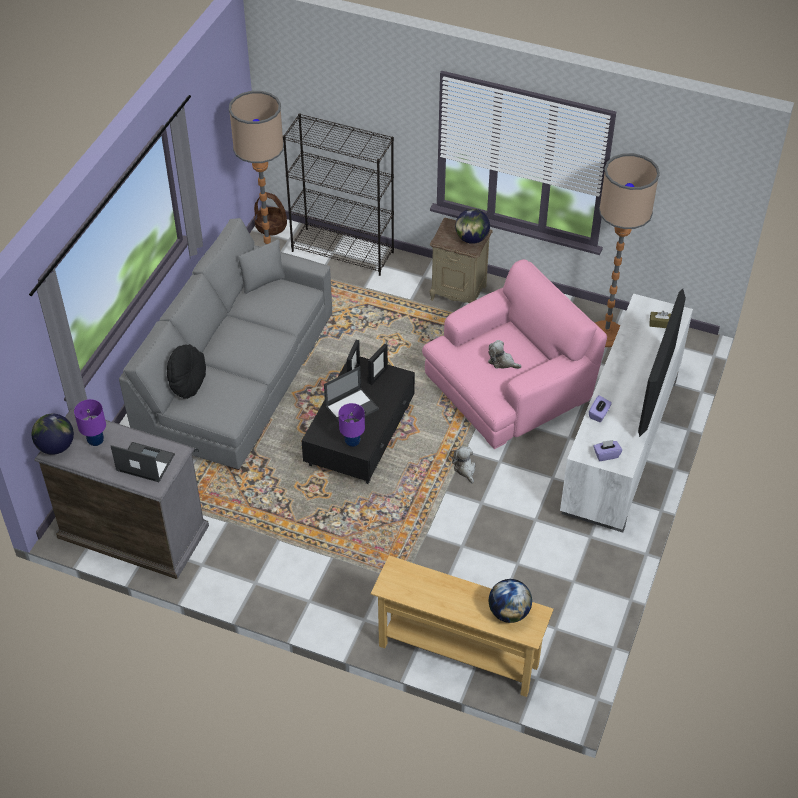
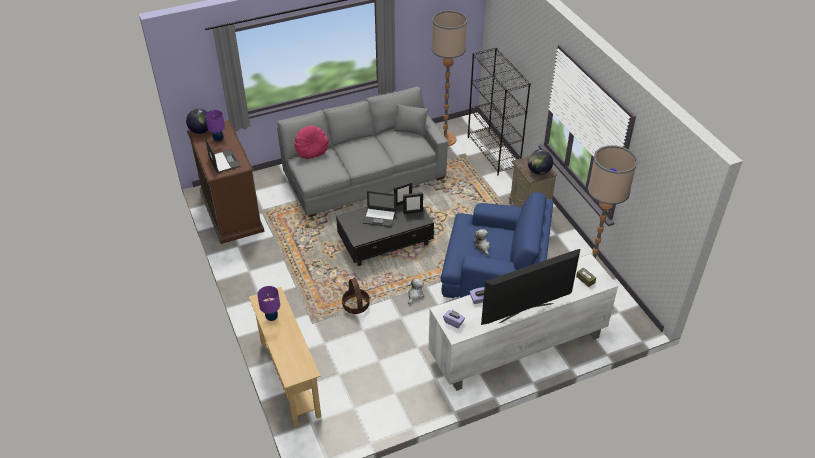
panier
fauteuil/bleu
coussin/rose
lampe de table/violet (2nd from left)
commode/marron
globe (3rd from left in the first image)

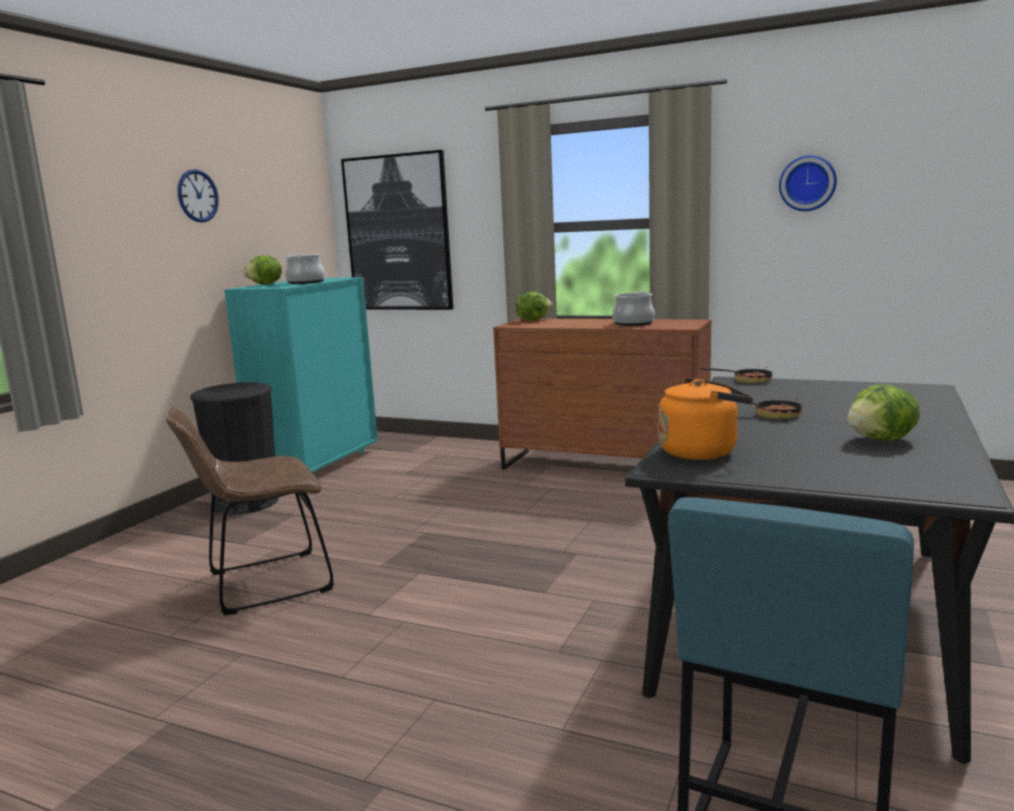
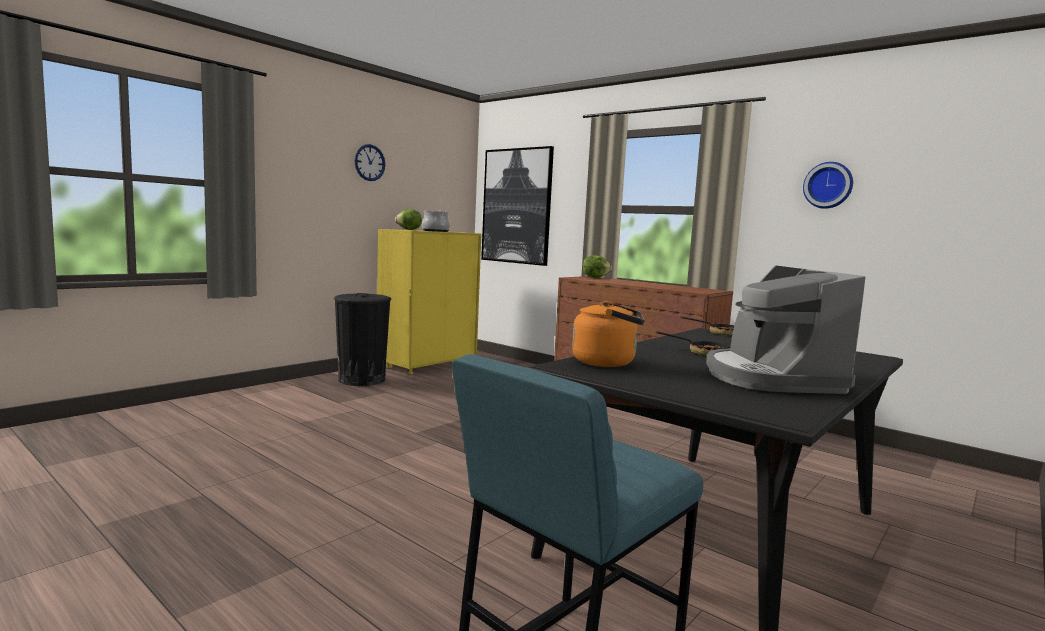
meuble de rangement/jaune
marmite (2nd from left in the first image)
machine à café
chaise/marron

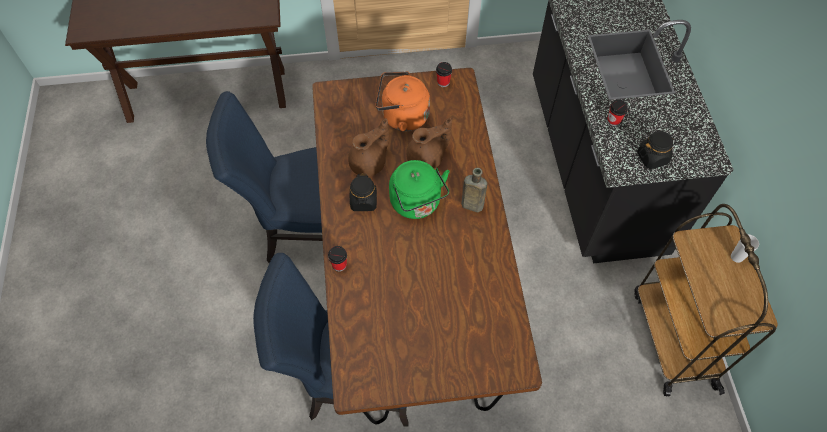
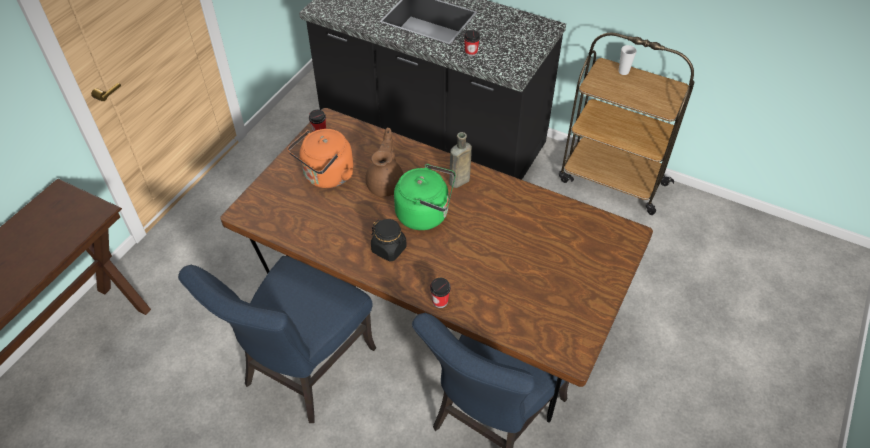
théière/marron (1st from left in the first image)
bocal/noir (2nd from left in the first image)

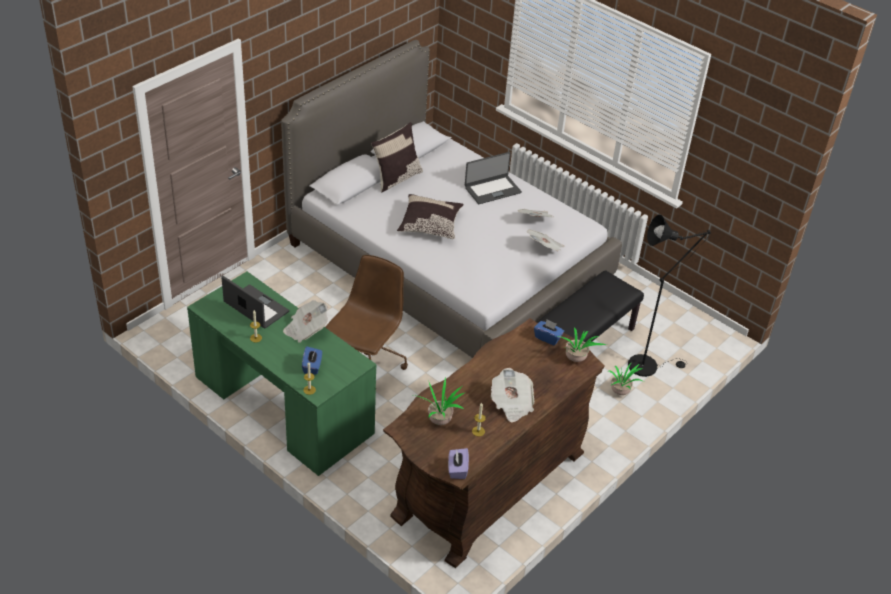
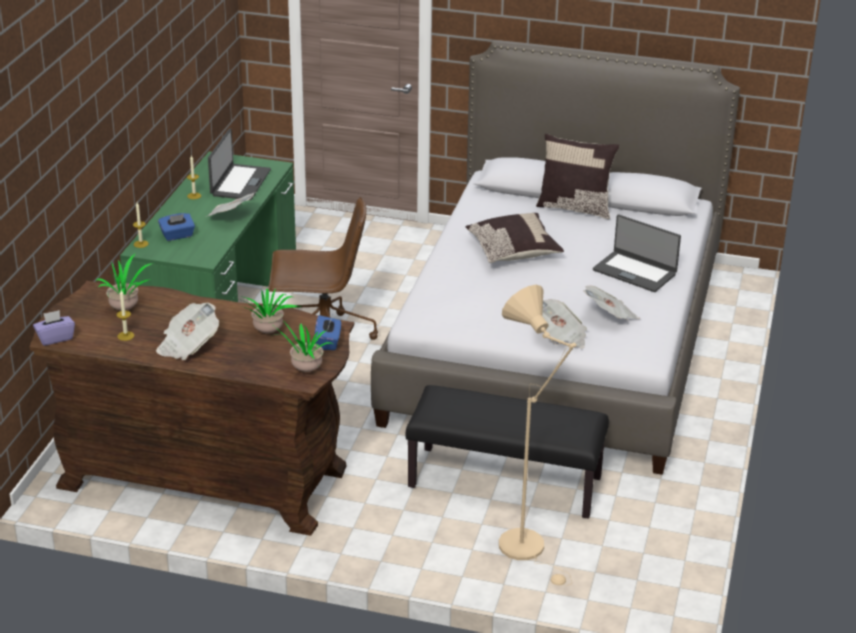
lampadaire/beige
plante en pot (2nd from left)

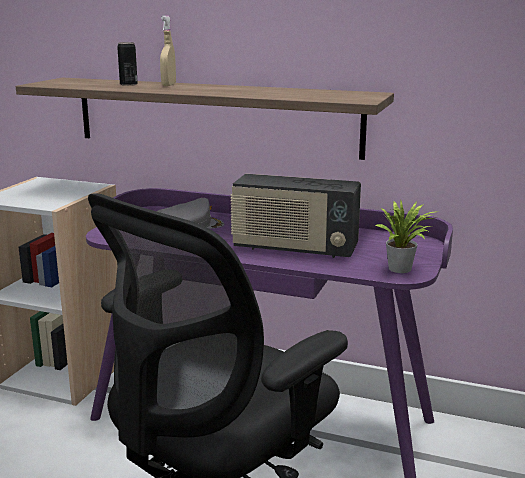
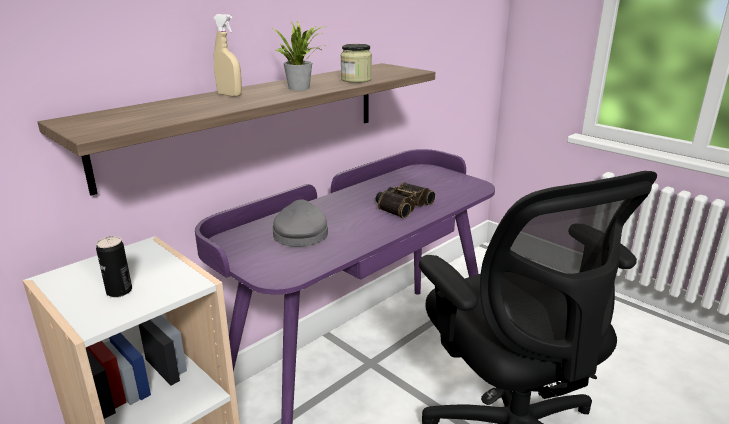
boîte métallique
jumelles
plante en pot
bocal

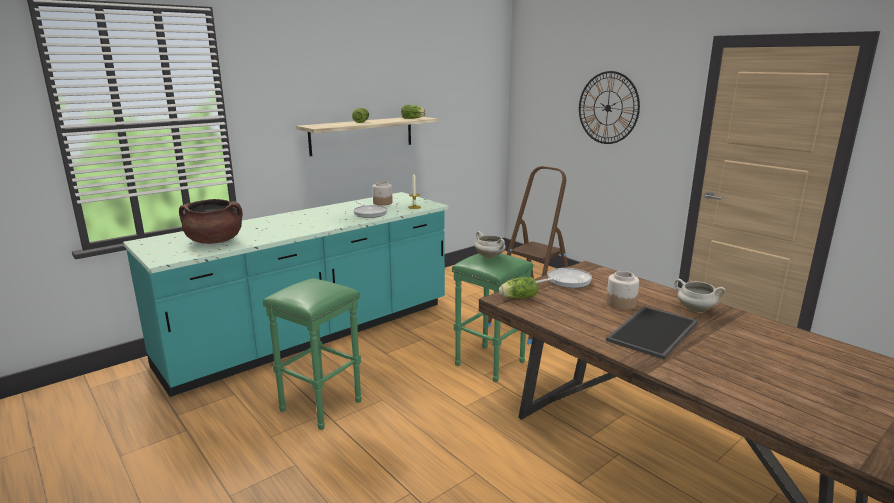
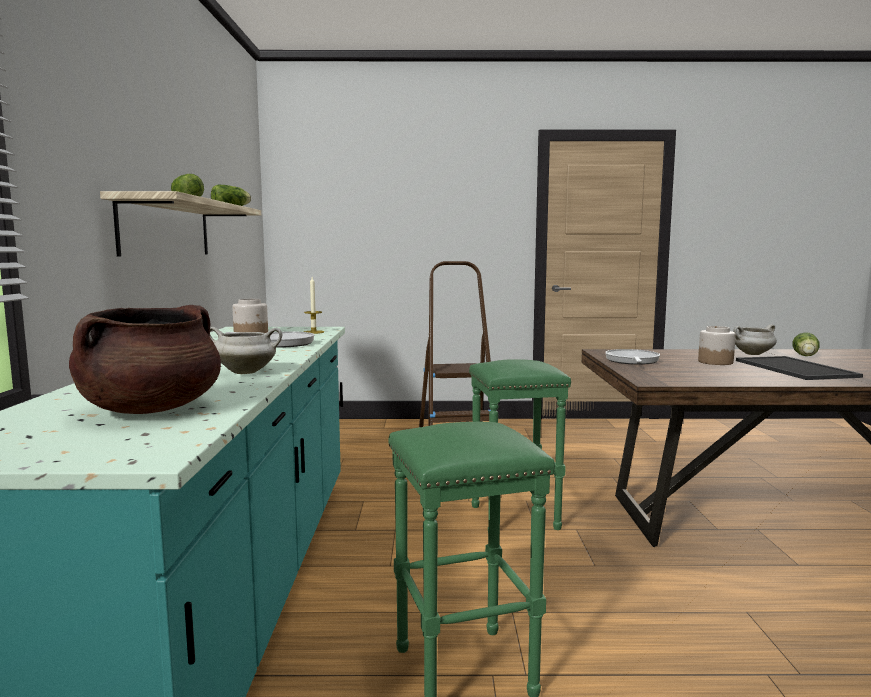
horloge murale
marmite/blanc (1st from left)
laitue (3rd from left)

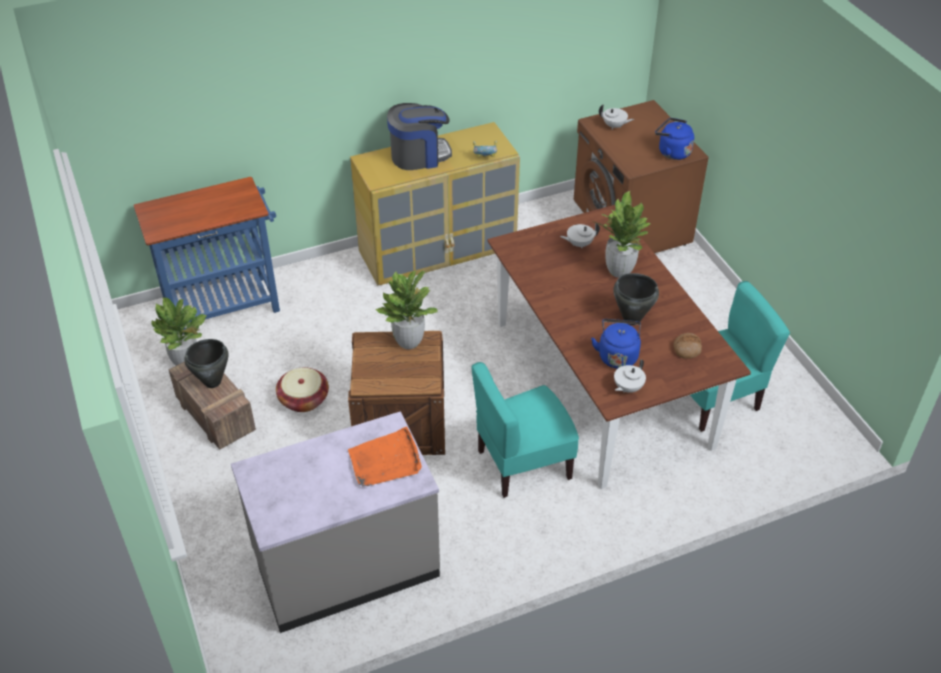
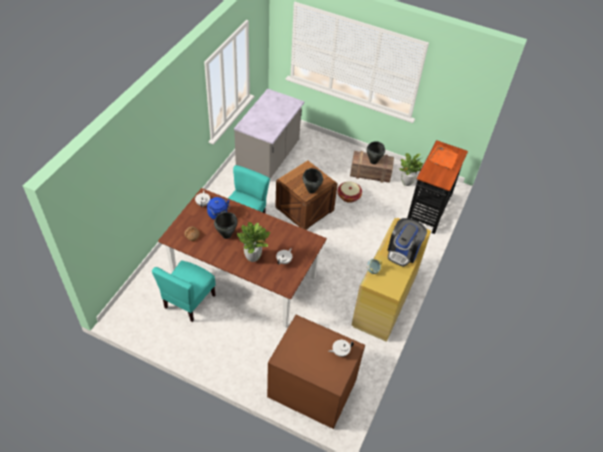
bouilloire/bleu (2nd from left in the first image)
chariot/noir
marmite/noir (2nd from left)
plateau/orange

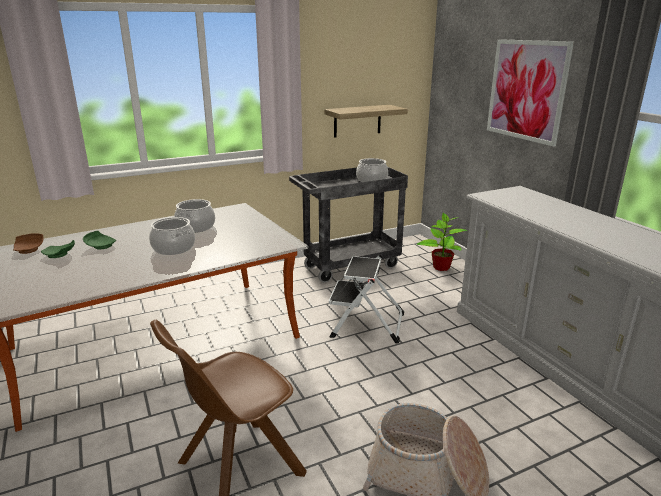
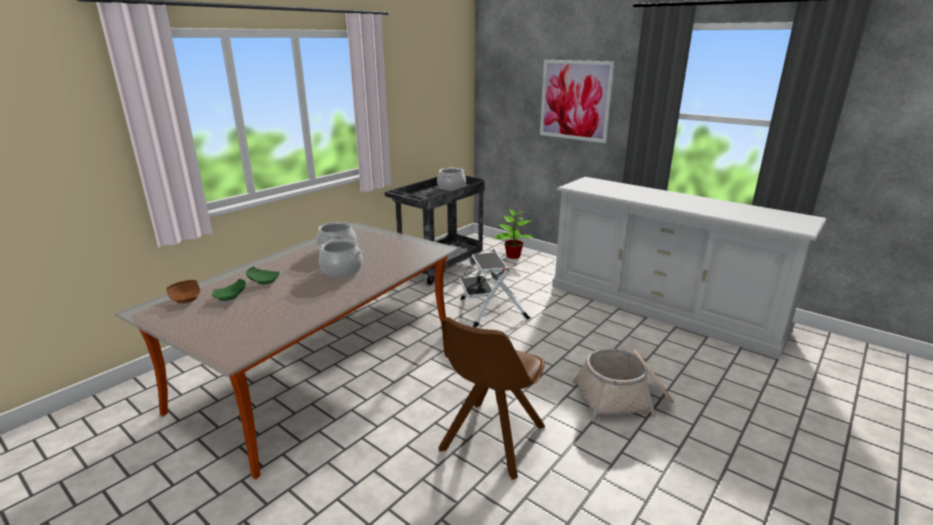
étagère

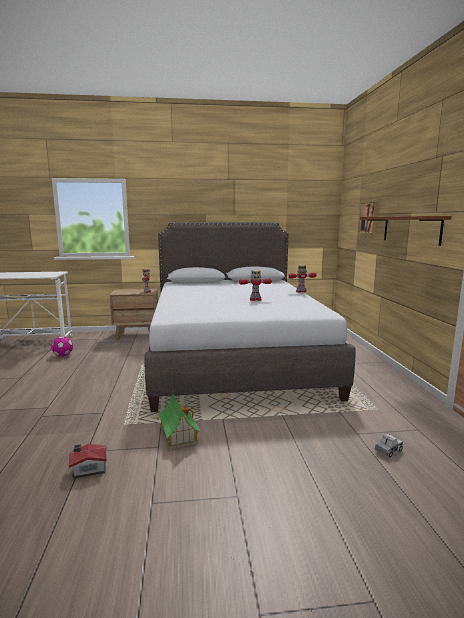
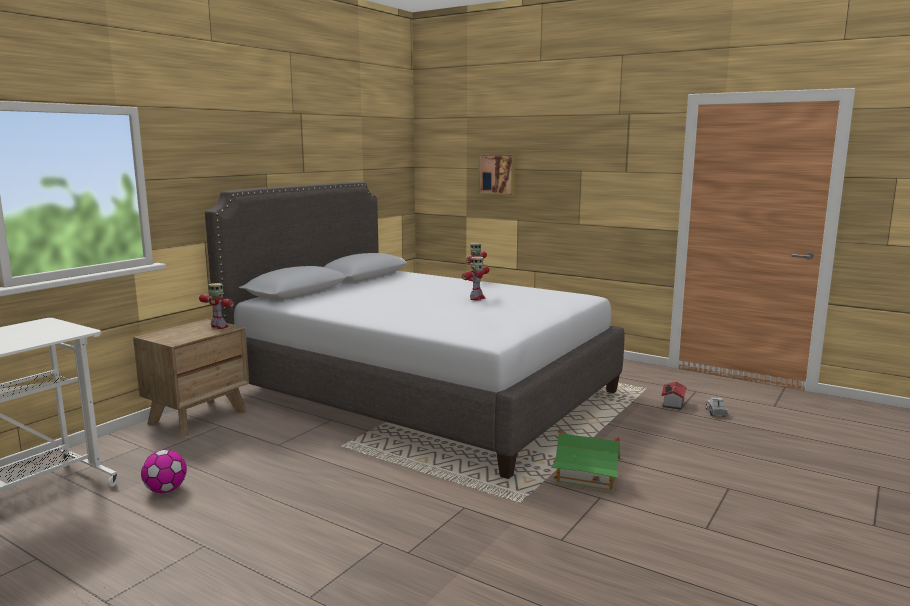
étagère/marron
maison miniature (2nd from left)

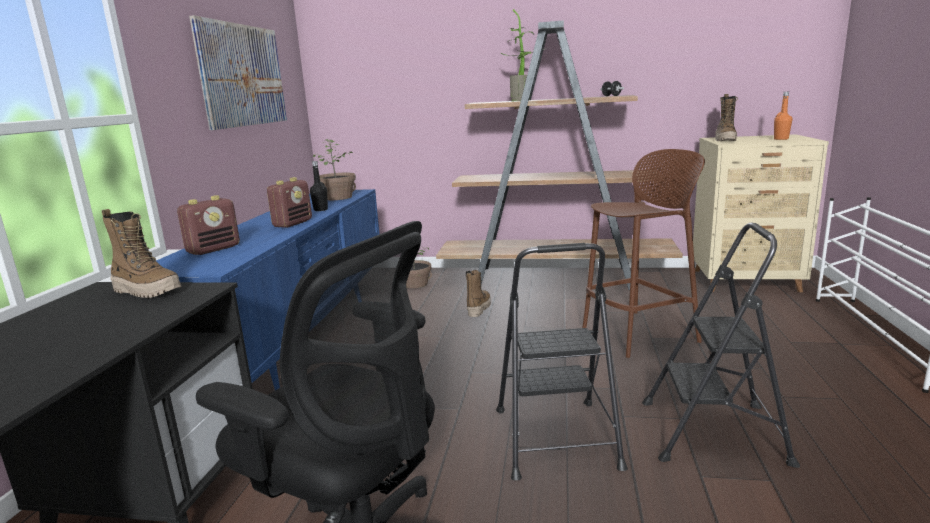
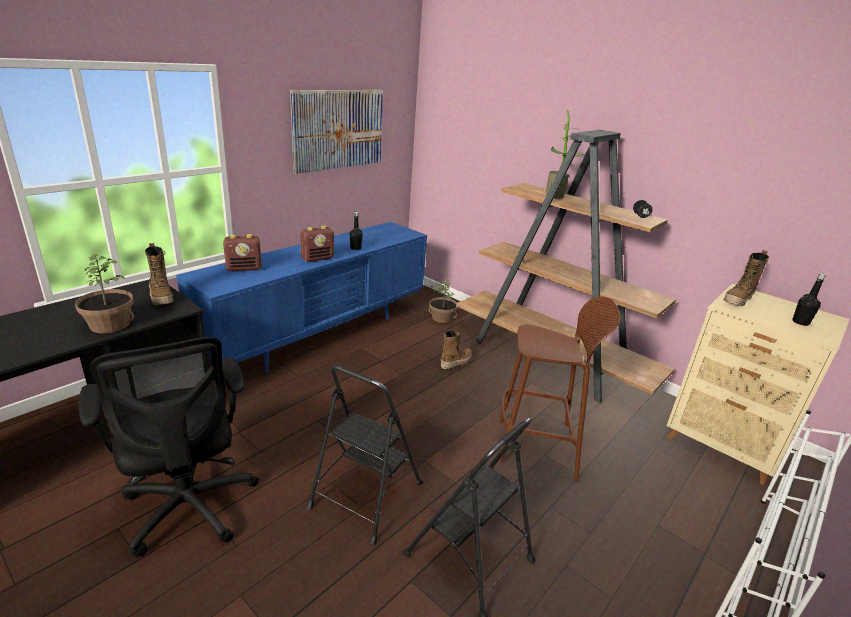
bouteille/noir (2nd from left)
plante en pot (1st from left)

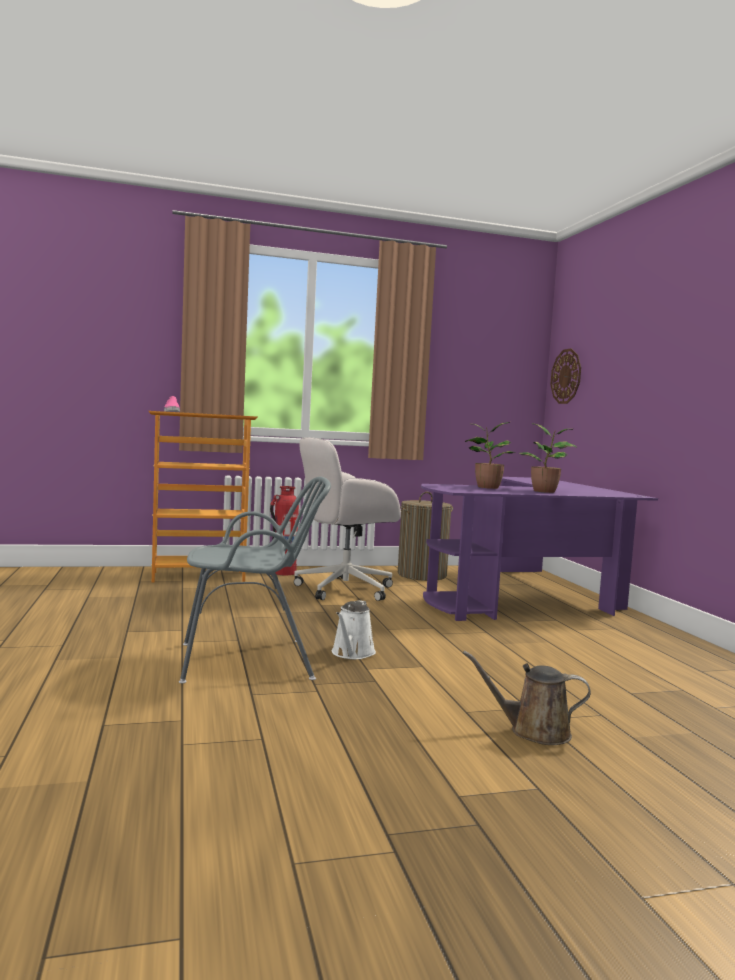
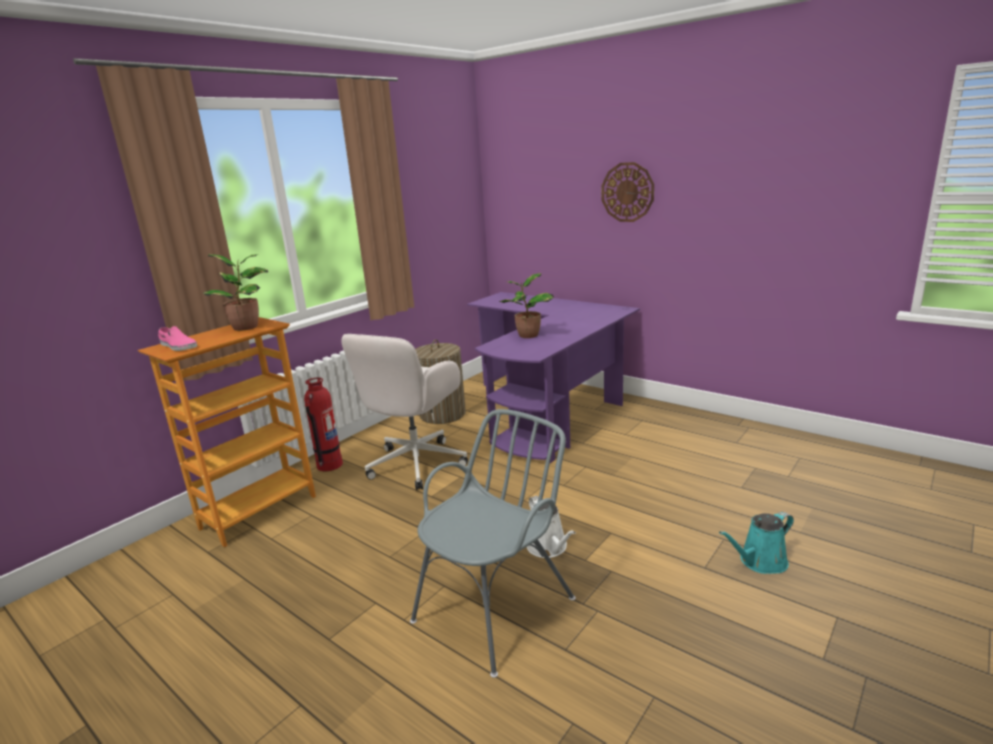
horloge murale
plante en pot (1st from left)
arrosoir/turquoise

